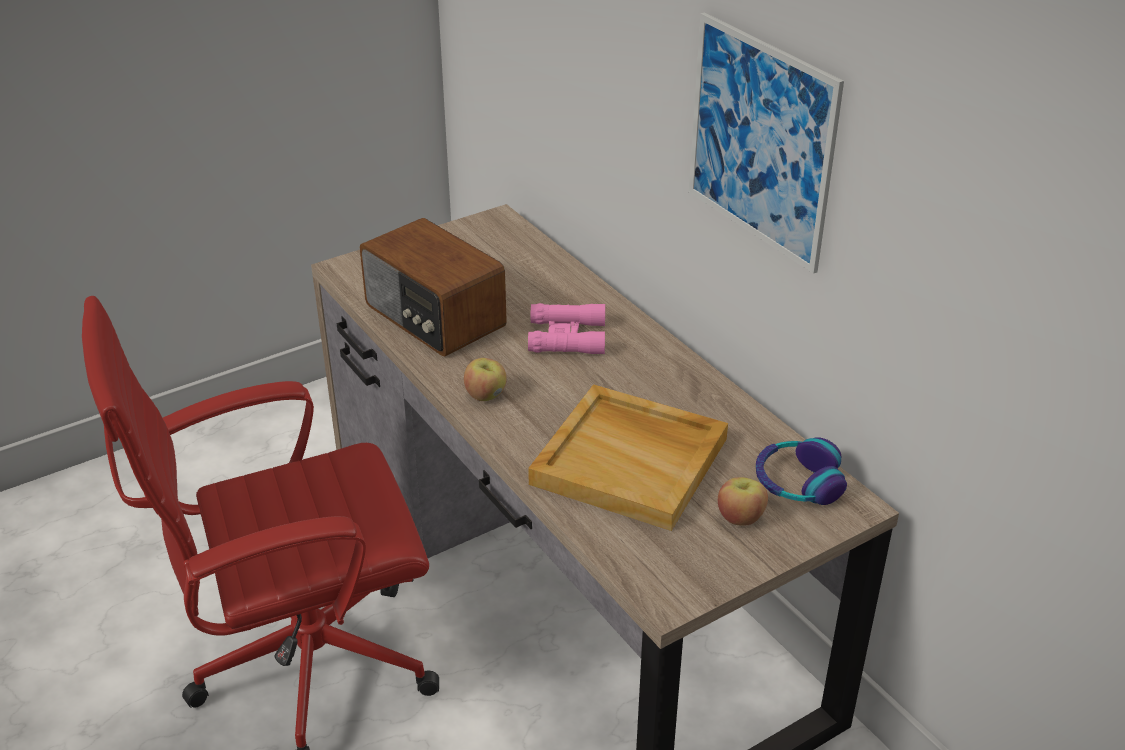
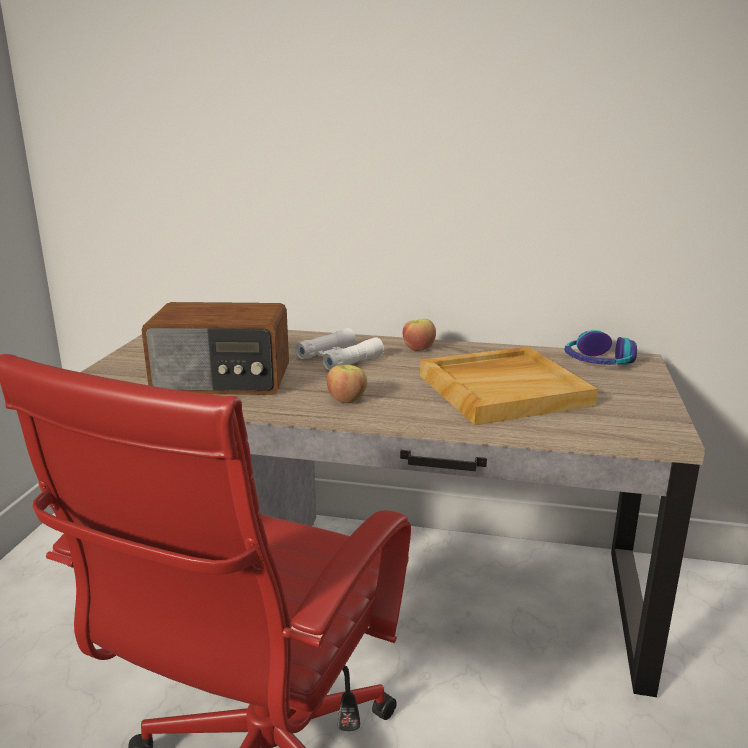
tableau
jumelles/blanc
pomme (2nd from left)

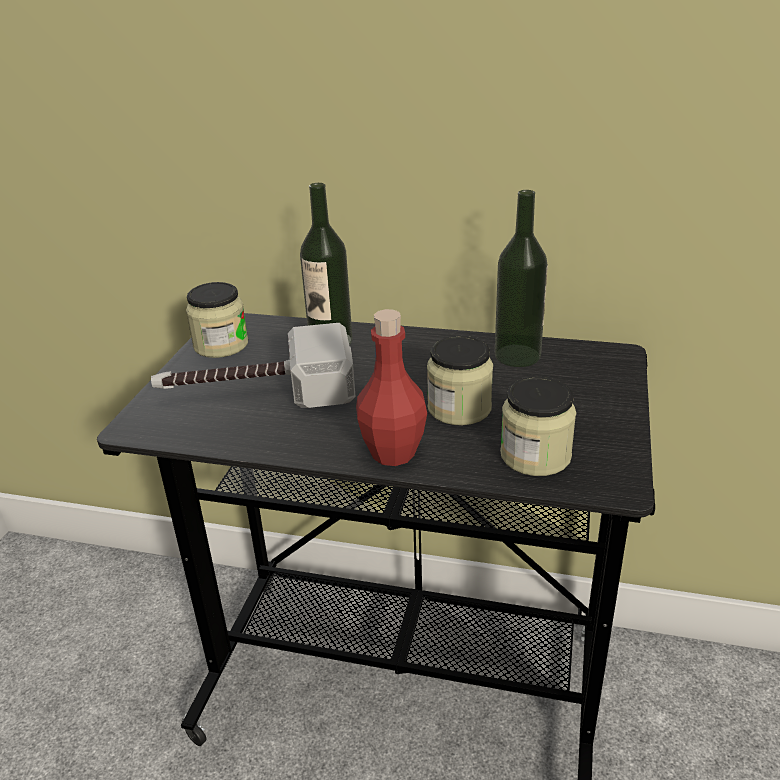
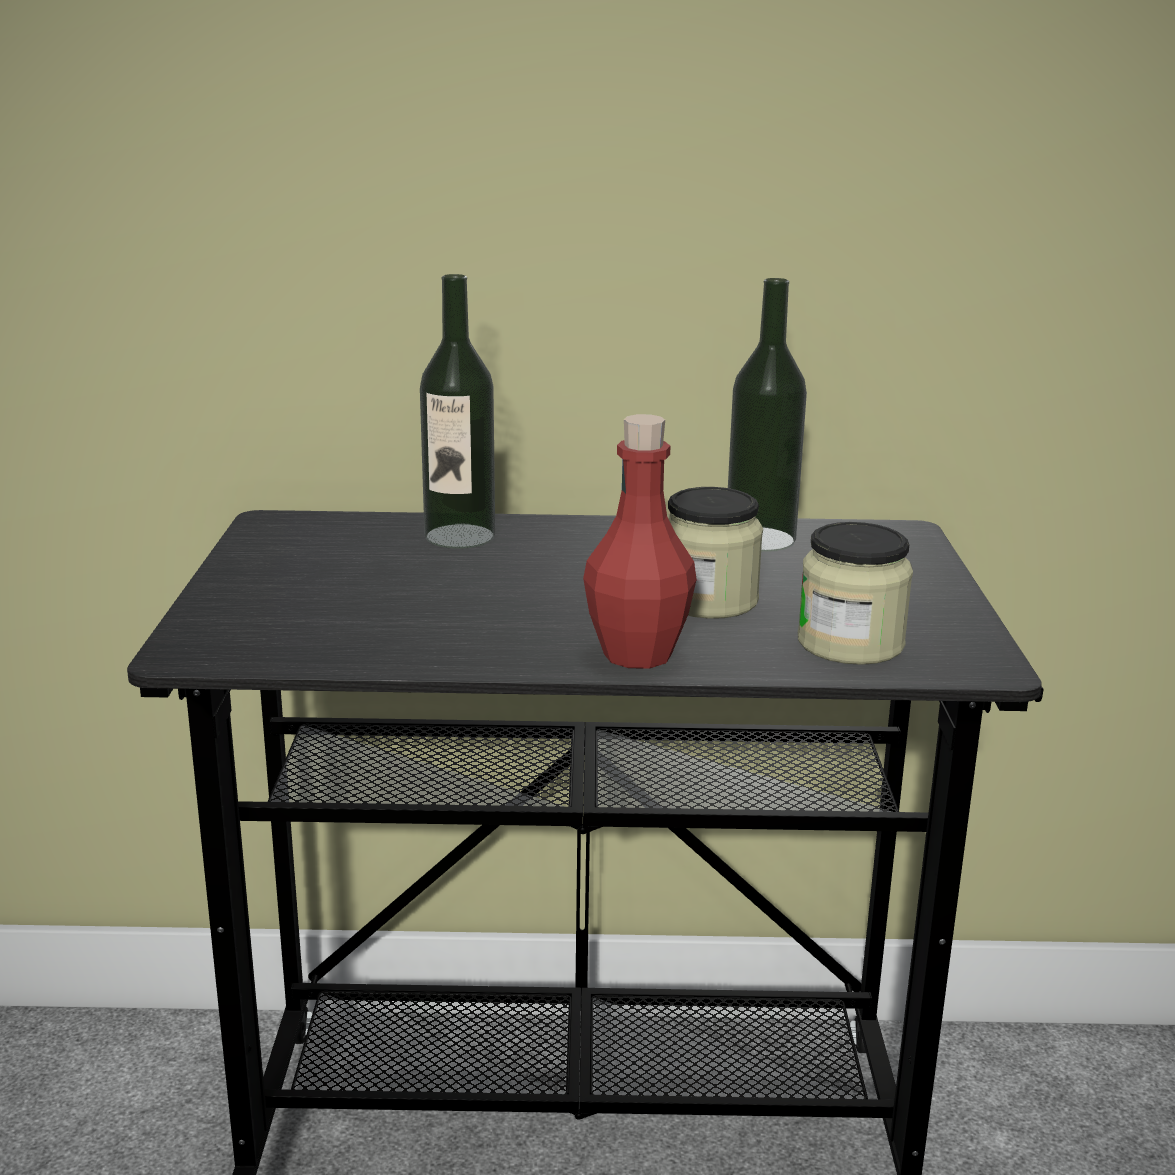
bocal (1st from left in the first image)
marteau

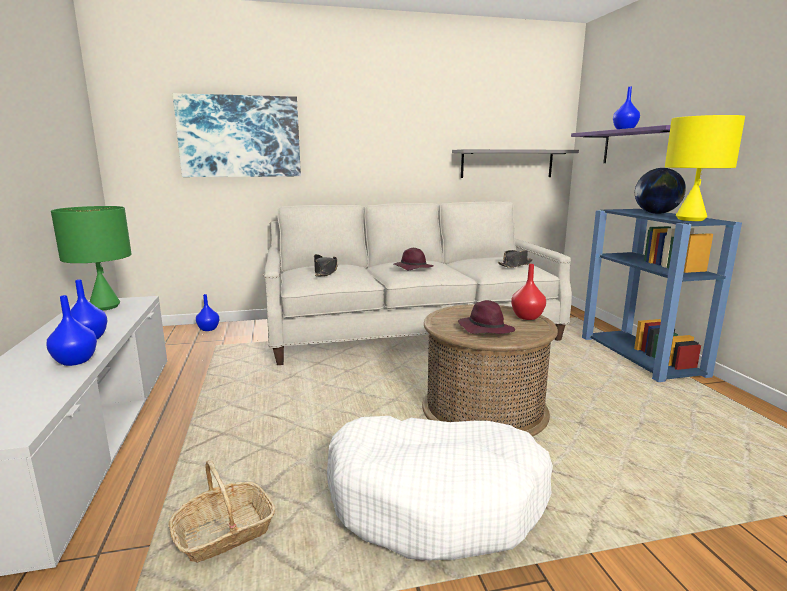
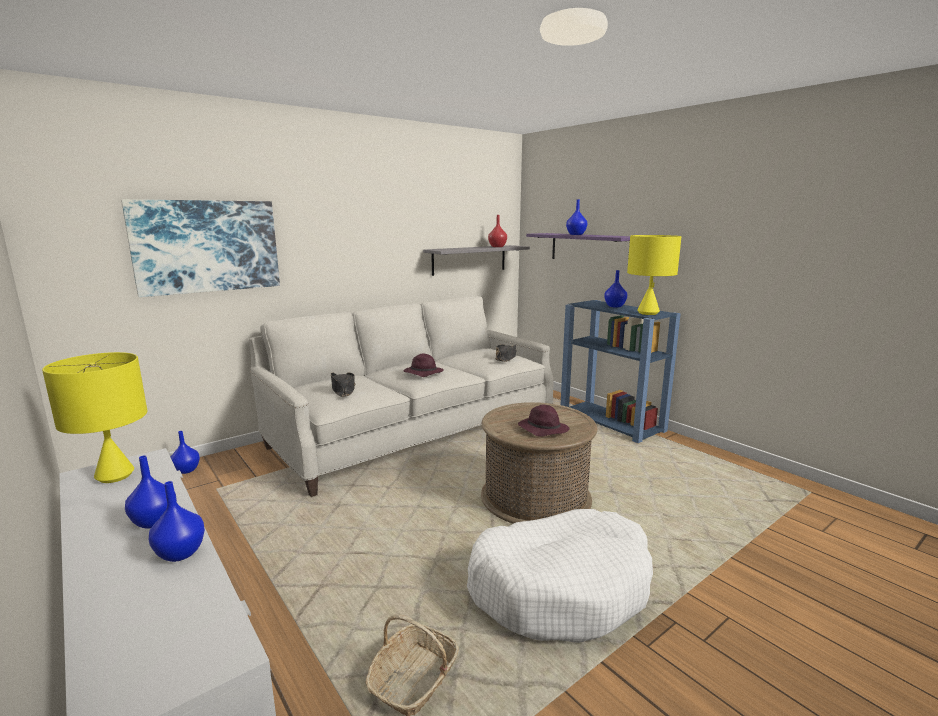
vase/bleu (5th from left)
lampe de table/jaune (1st from left)
vase/rouge

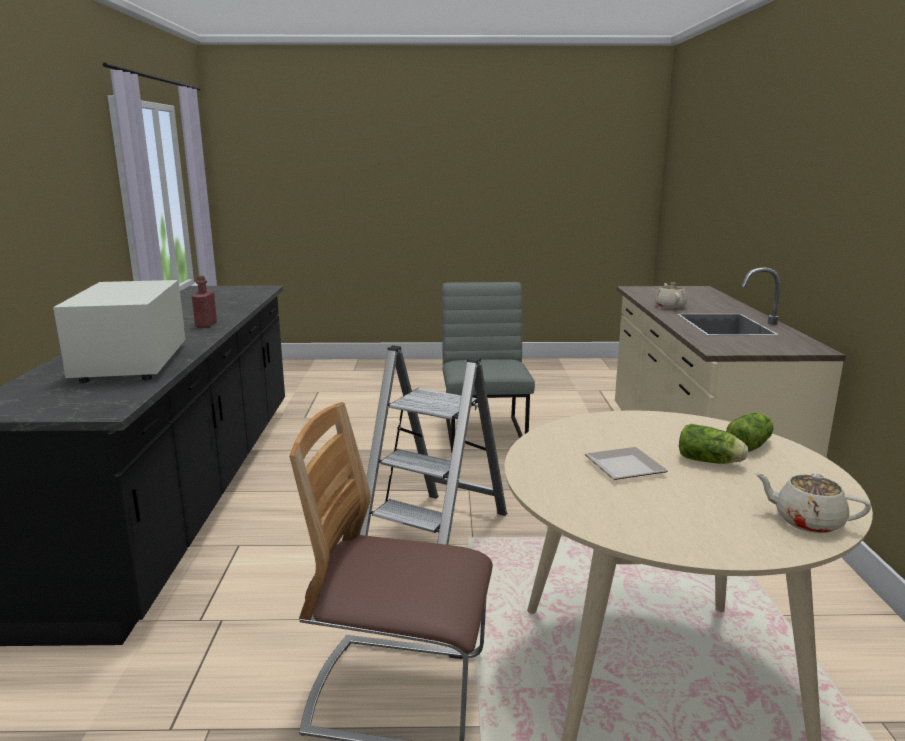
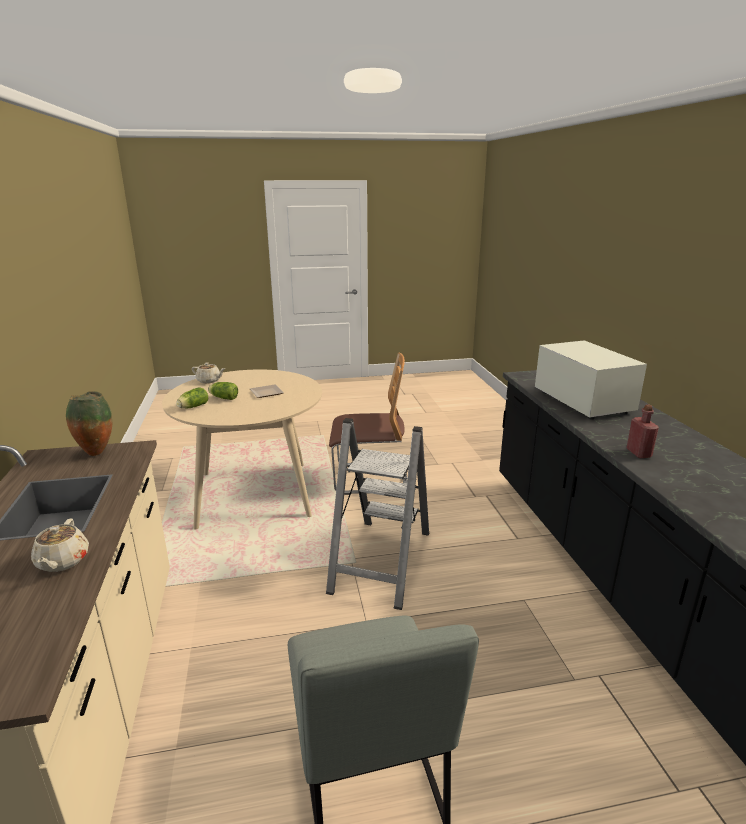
vase

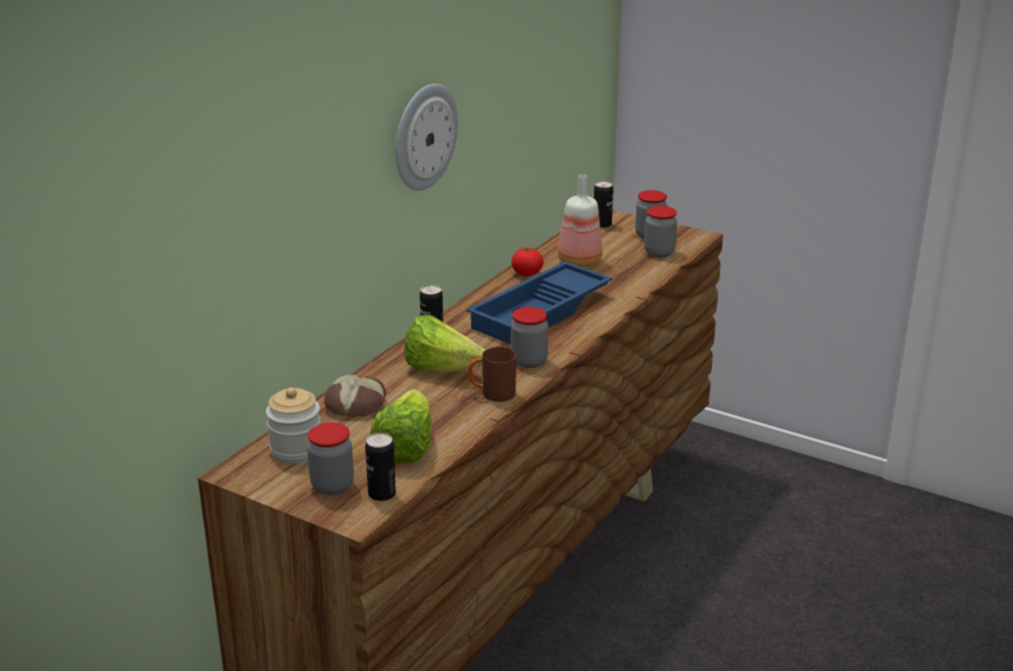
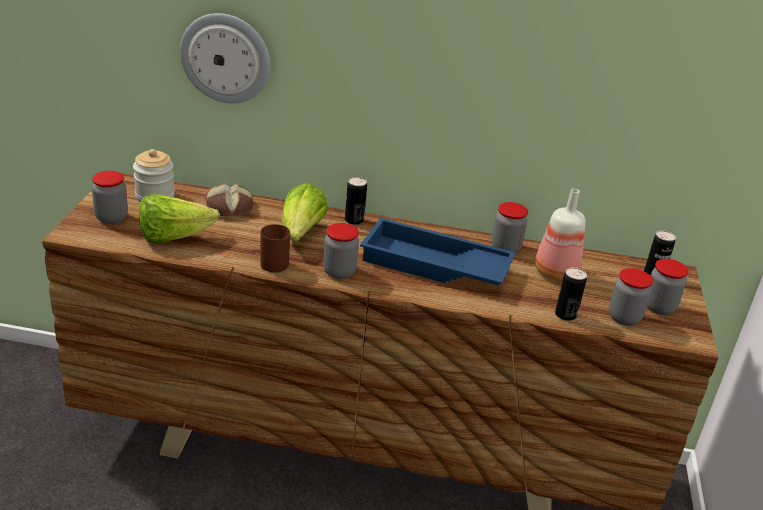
horloge murale
bocal (4th from left)
boîte métallique (2nd from left)

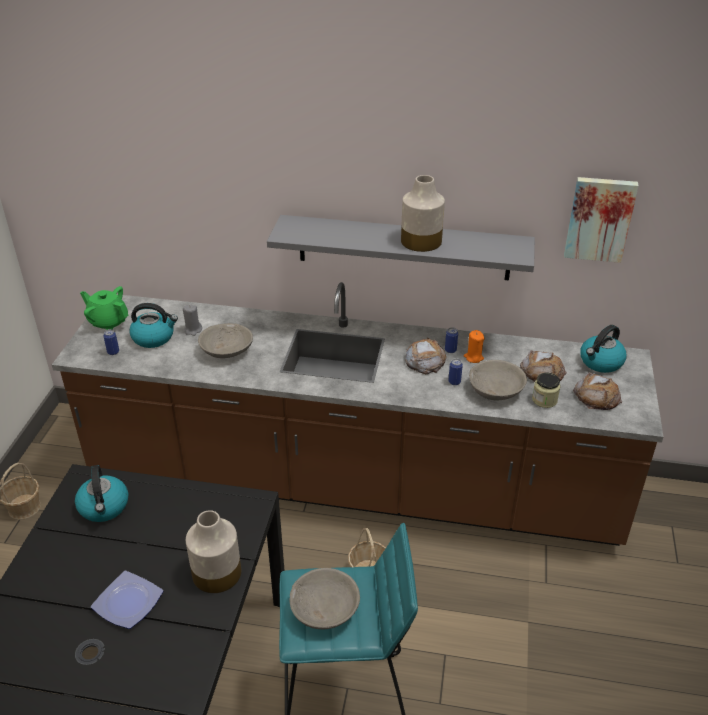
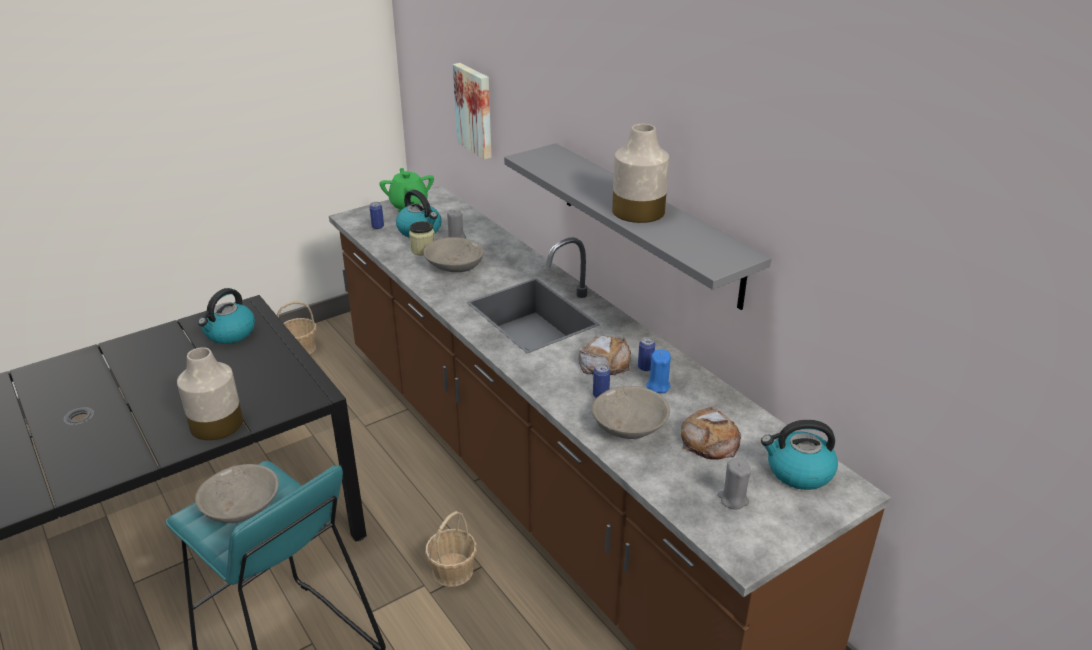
tableau
bougie/bleu
bougie/gris (2nd from left)
bocal
assiette

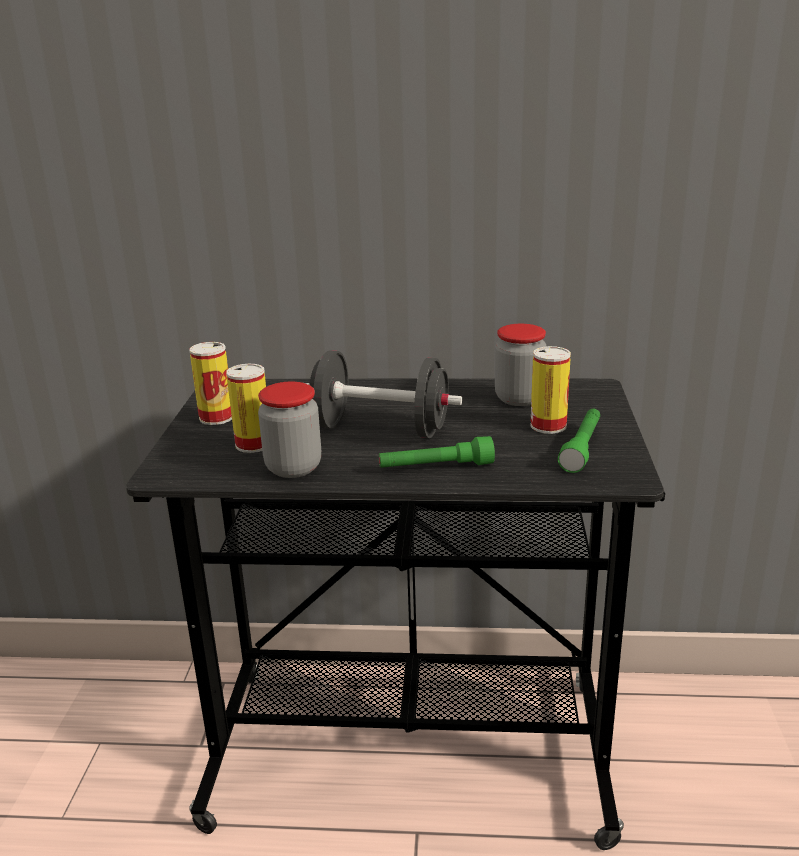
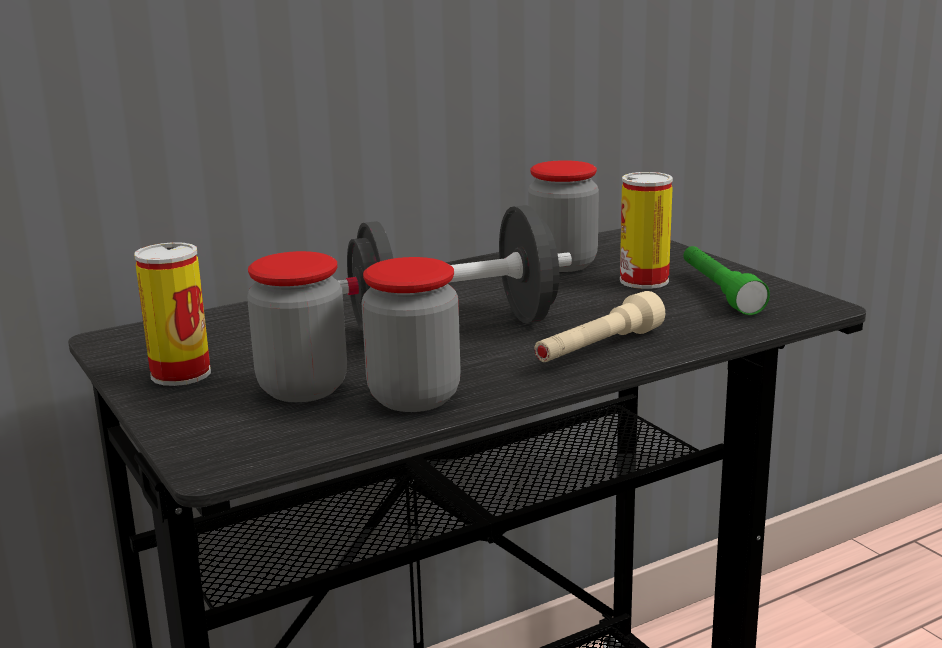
bocal (1st from left)
lampe de poche/beige

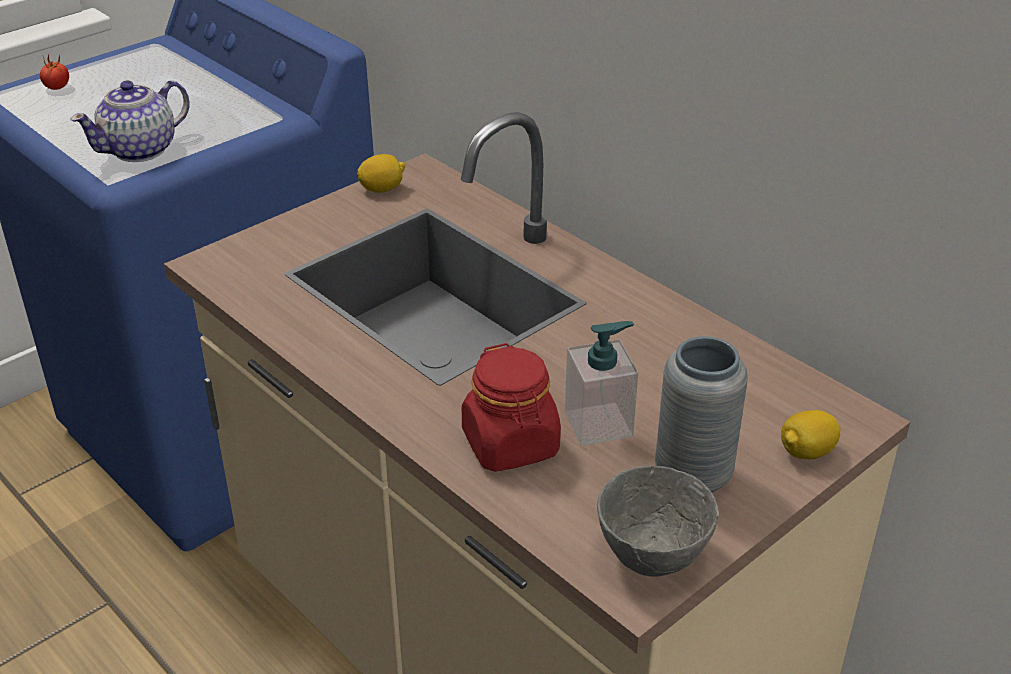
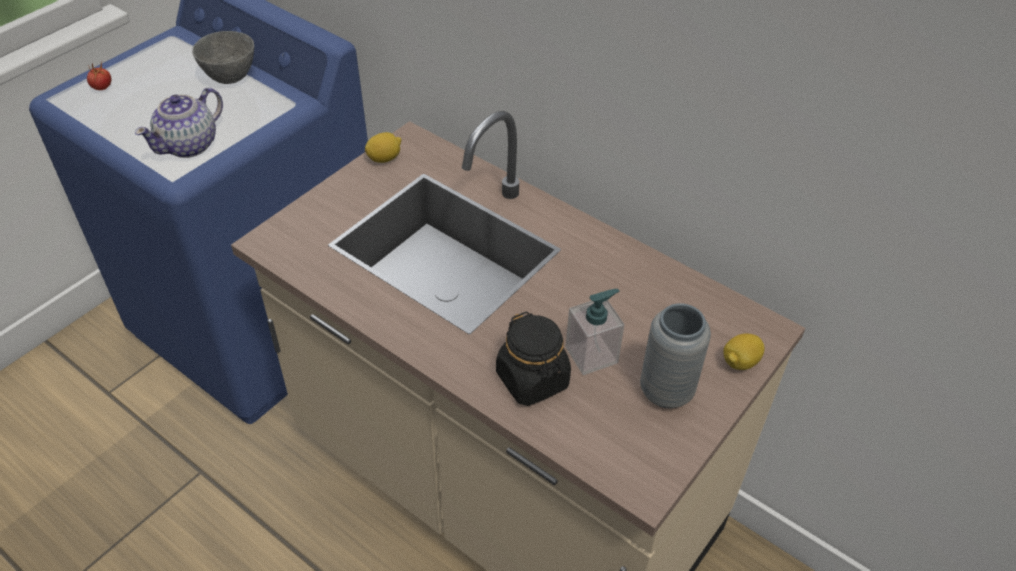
bocal/noir
bol/gris

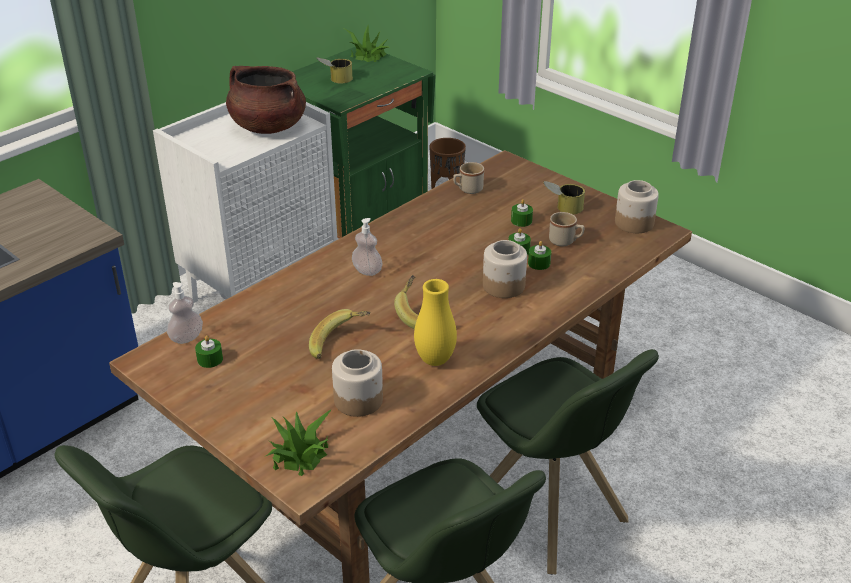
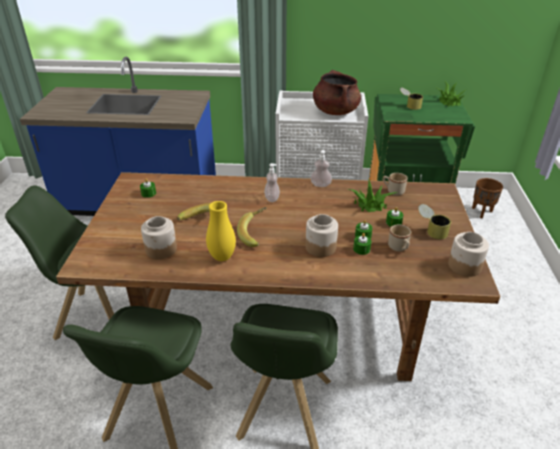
distributeur de savon (2nd from left)
plante en pot (1st from left)

